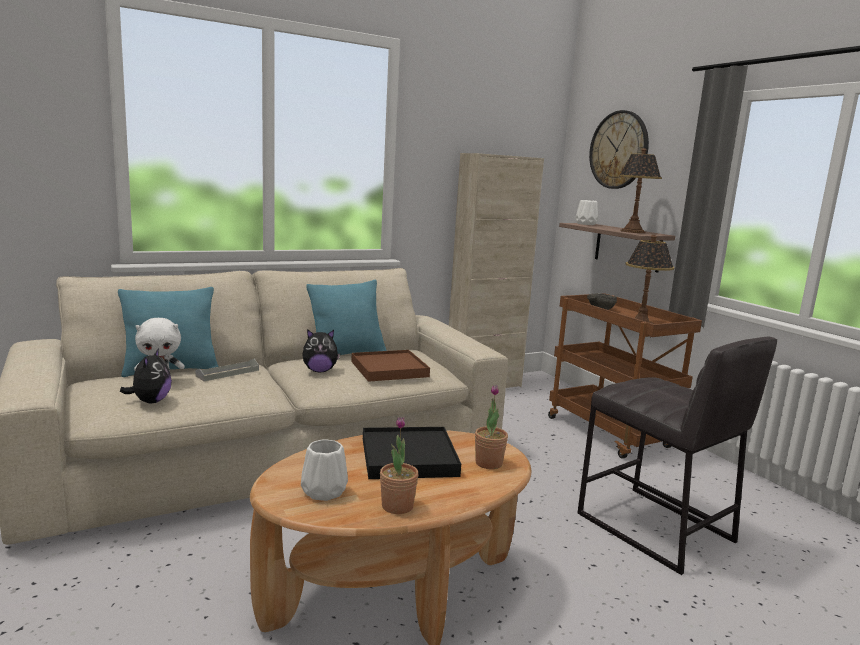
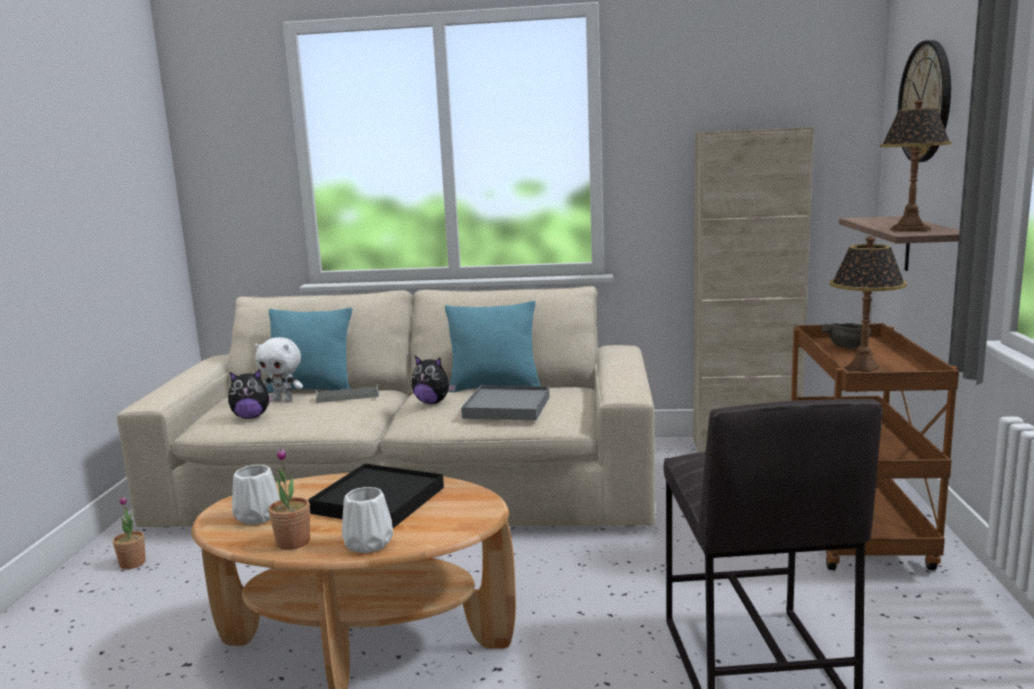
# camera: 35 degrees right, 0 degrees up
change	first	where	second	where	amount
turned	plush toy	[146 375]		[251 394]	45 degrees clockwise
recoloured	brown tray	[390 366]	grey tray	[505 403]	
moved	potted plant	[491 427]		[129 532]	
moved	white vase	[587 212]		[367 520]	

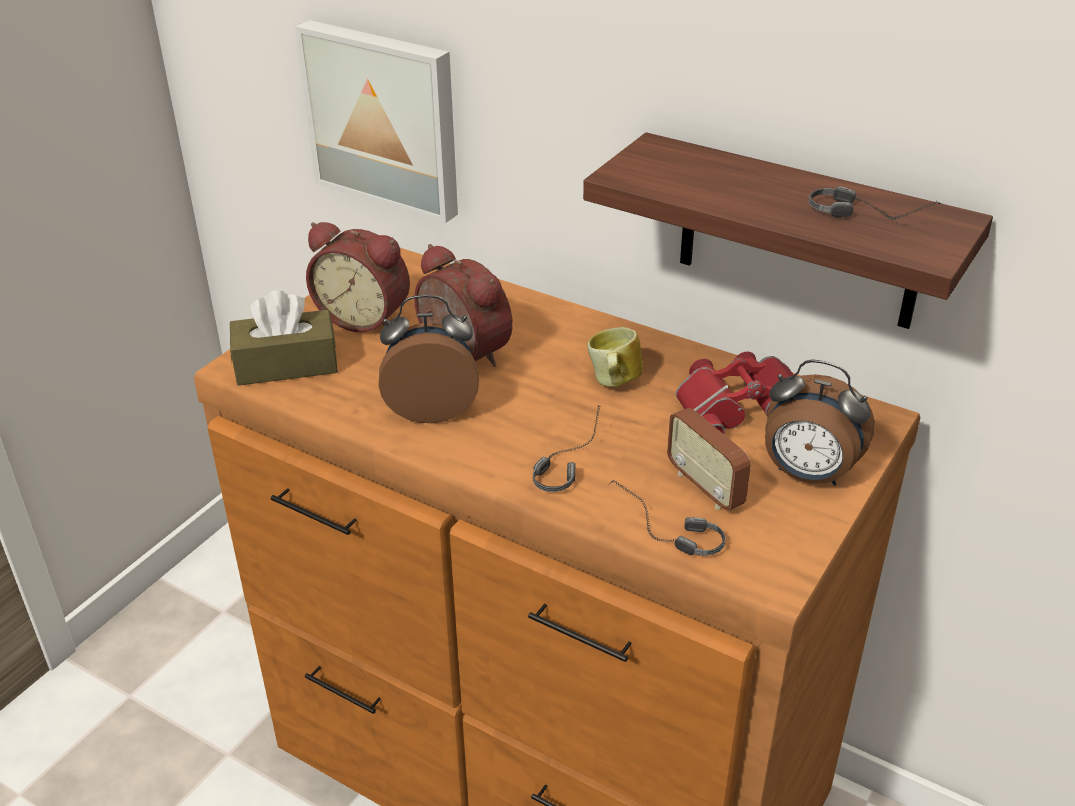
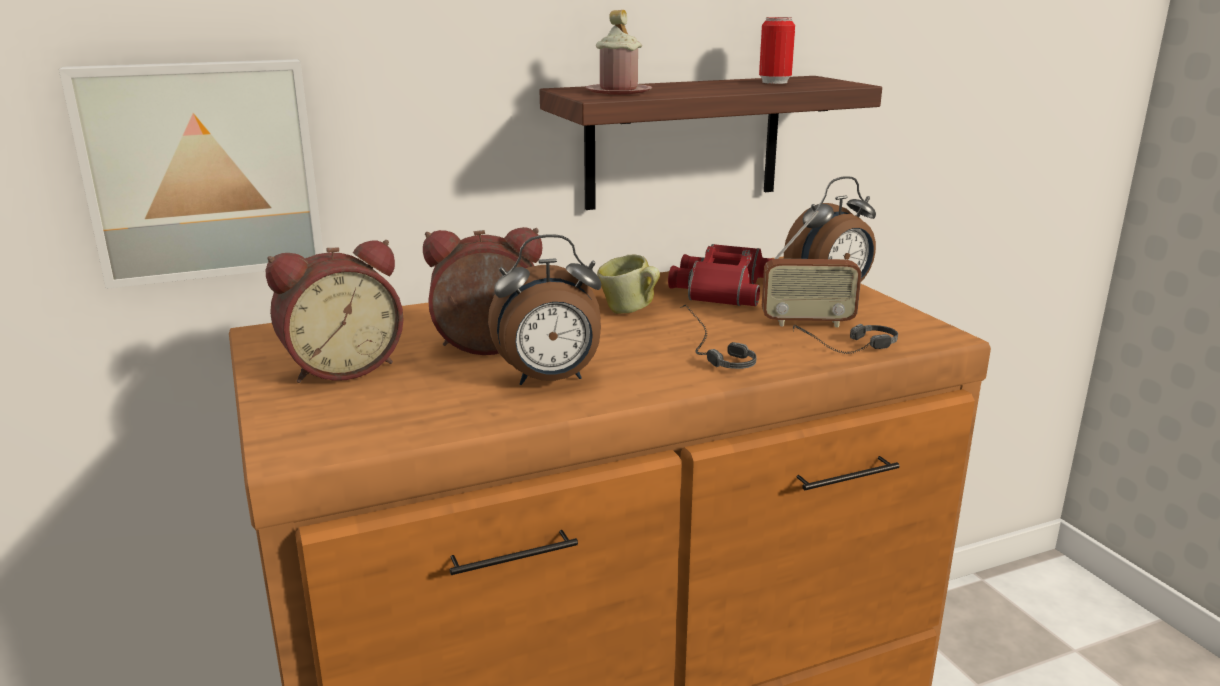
# camera: 55 degrees left, 15 degrees down
change	first	where	second	where	amount
removed	brown tissue box	[284 338]			
turned	alarm clock	[428 359]		[544 309]	135 degrees counterclockwise
replaced	headphones	[876 202]	can	[777 50]	
added			pink mug	[618 52]	

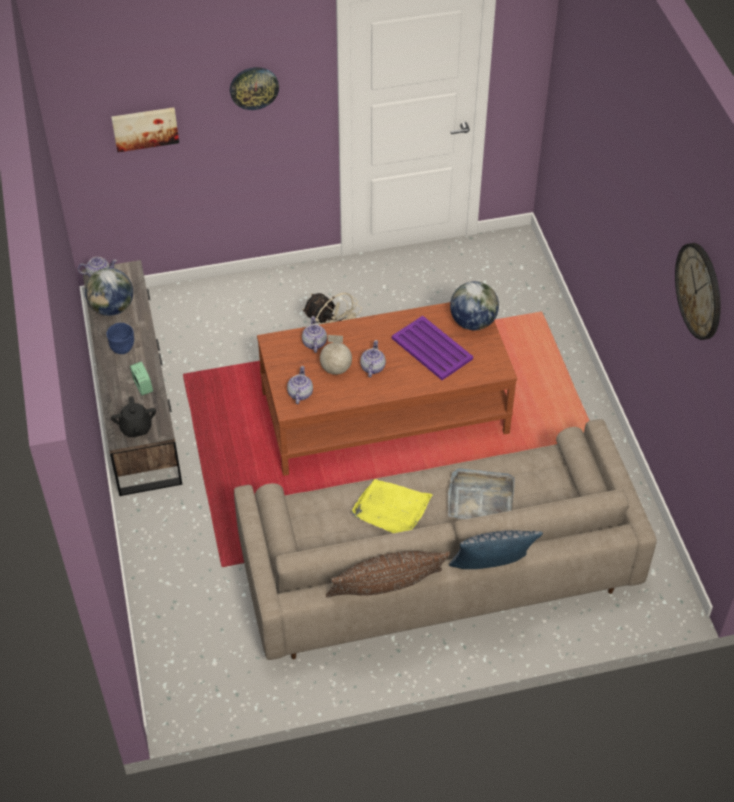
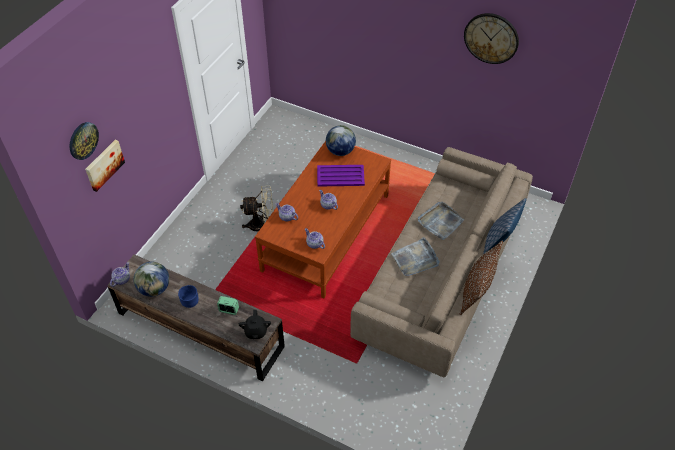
# camera: 50 degrees left, 0 degrees up
change	first	where	second	where	amount
turned	black teapot	[133 416]		[255 324]	60 degrees clockwise
moved	wall clock	[254 88]		[84 141]	
removed	globe	[336 355]			
recoloured	yellow tray	[392 506]	grey tray	[415 256]	

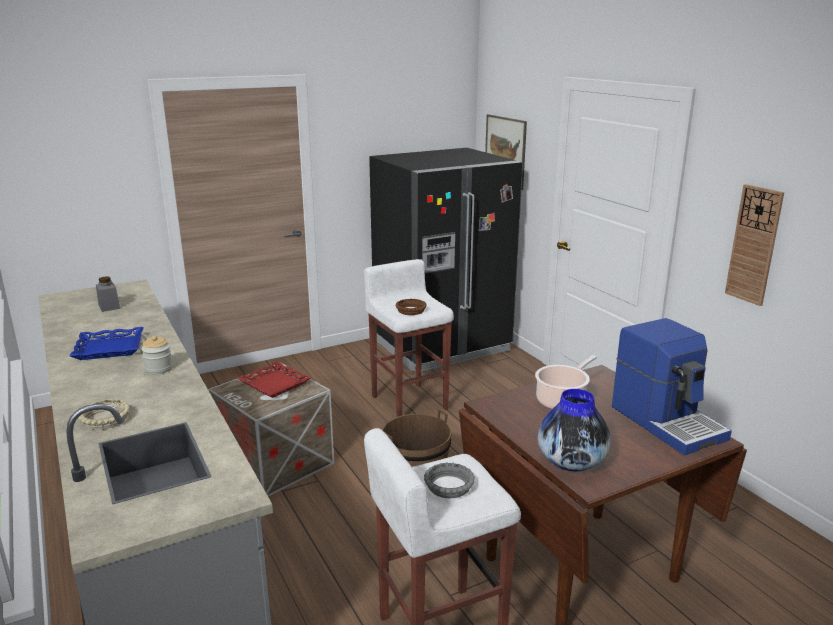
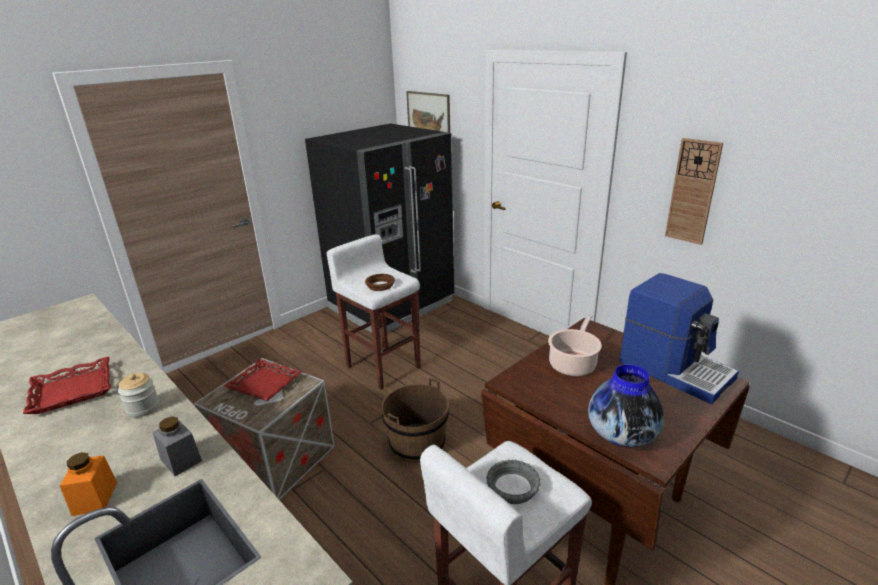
# camera: 15 degrees left, 5 degrees up
change	first	where	second	where	amount
recoloured	blue tray	[107 343]	red tray	[67 385]	
replaced	beige bowl	[104 414]	orange jar	[88 484]	
moved	grey jar	[108 294]		[177 446]	

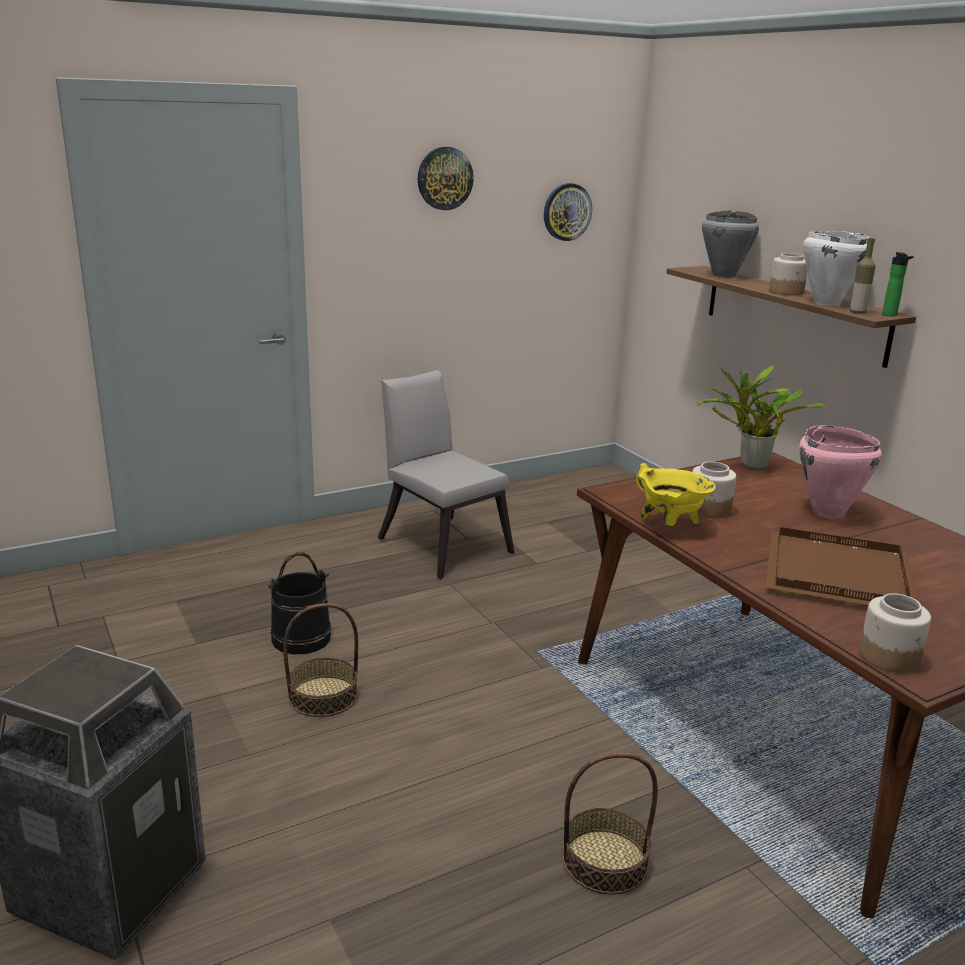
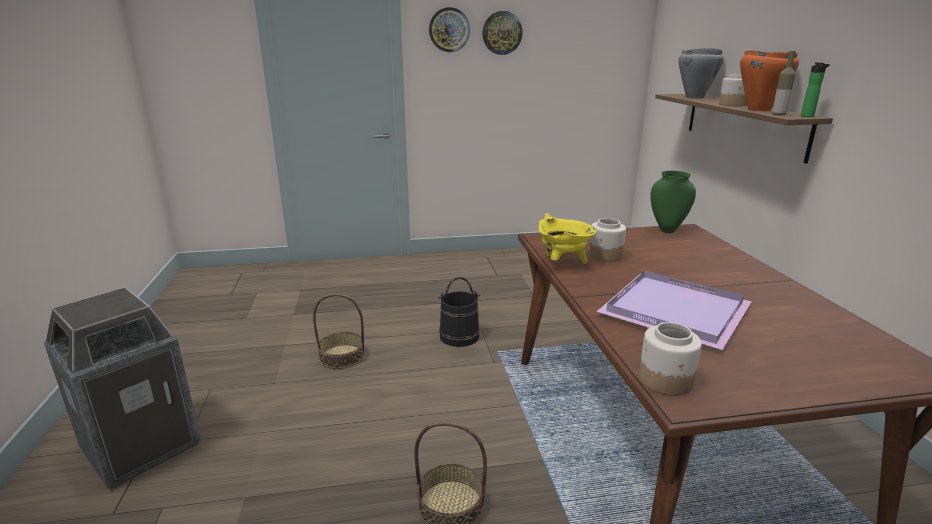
# camera: 20 degrees right, 0 degrees up
change	first	where	second	where	amount
moved	black bucket	[299 603]		[459 312]	
removed	grey chair	[446 474]			
moved	wall clock	[568 212]		[449 29]	
replaced	potted plant	[760 417]	green vase	[673 202]	
recoloured	brown tray	[841 566]	purple tray	[674 310]	
removed	pink cooking pot	[840 472]			
recoloured	white cooking pot	[836 268]	orange cooking pot	[769 80]	

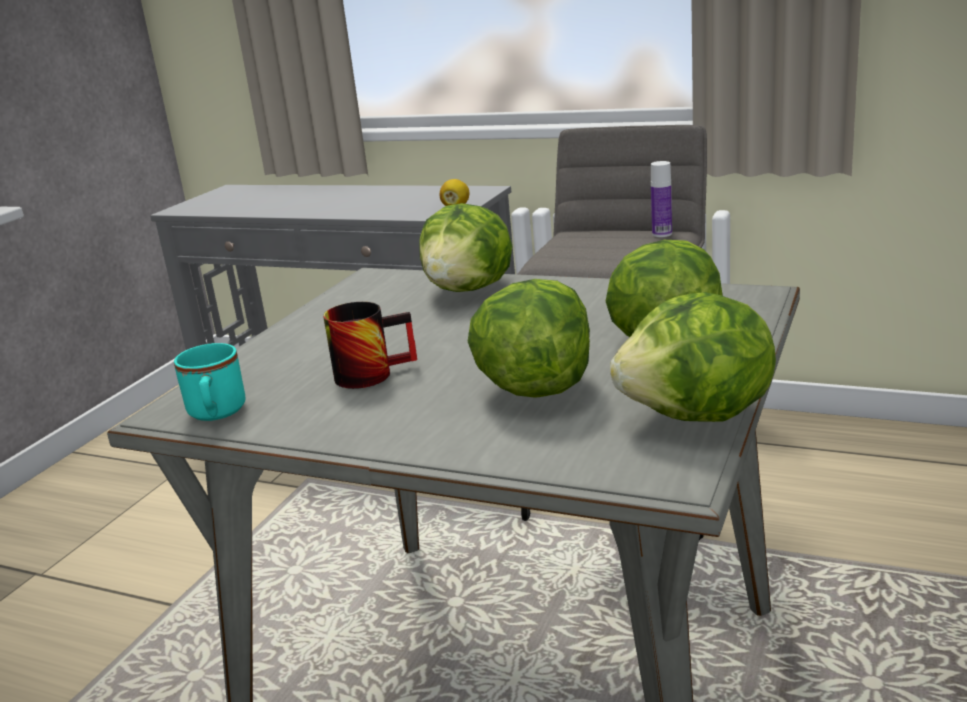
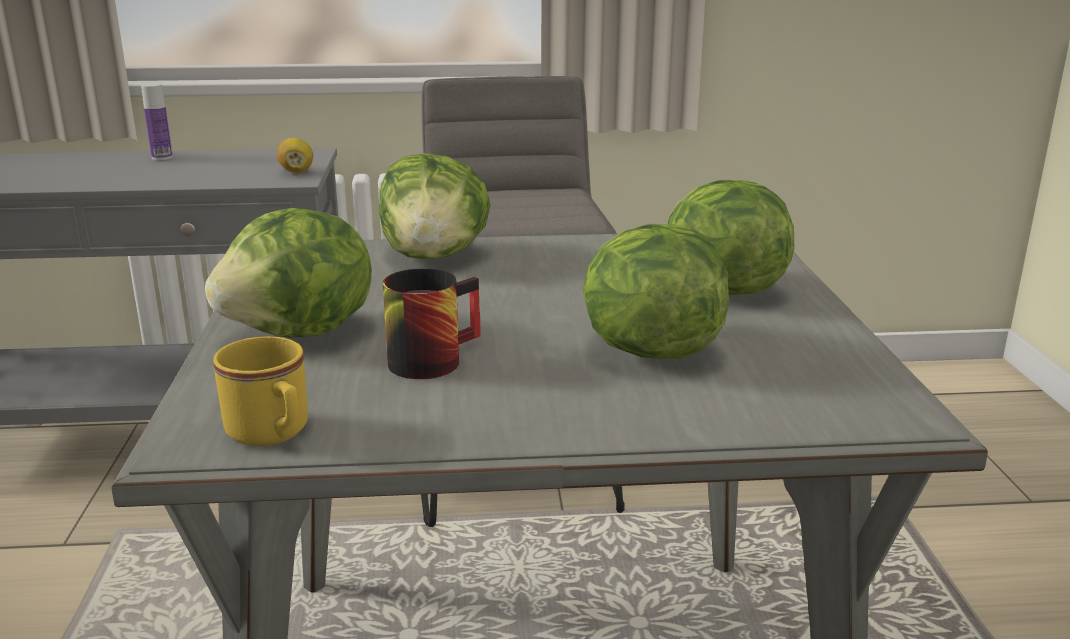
# camera: 30 degrees left, 0 degrees up
change	first	where	second	where	amount
recoloured	turquoise mug	[209 382]	yellow mug	[260 391]	
moved	lettuce	[693 357]		[288 273]	
moved	bottle	[661 199]		[157 121]	

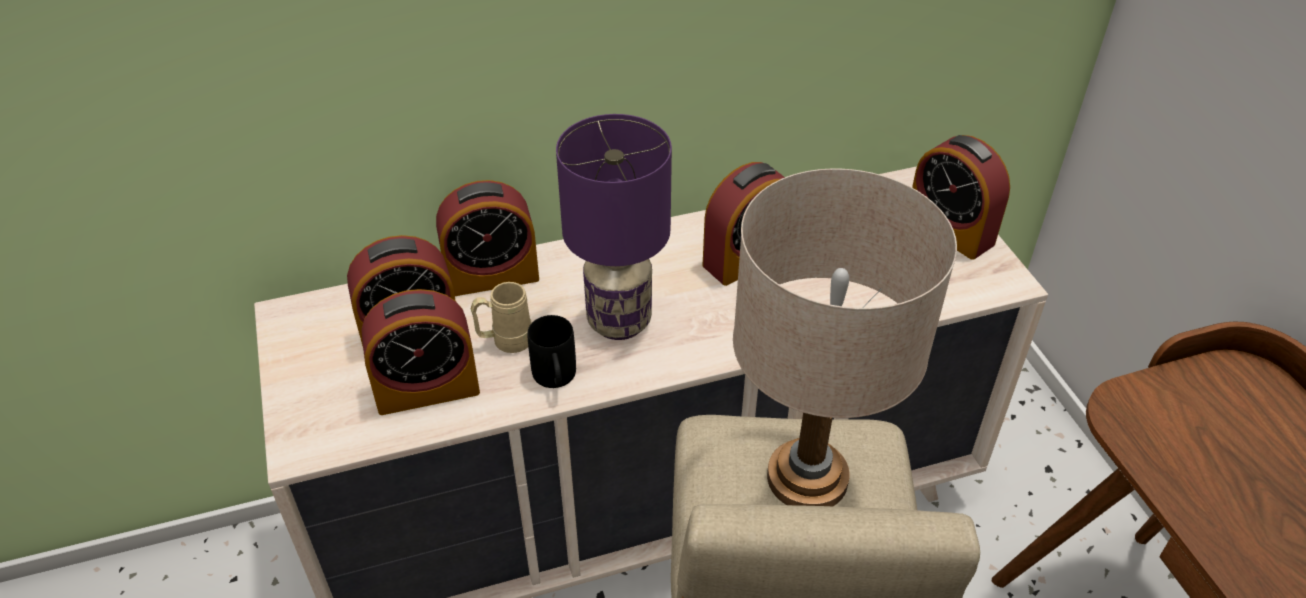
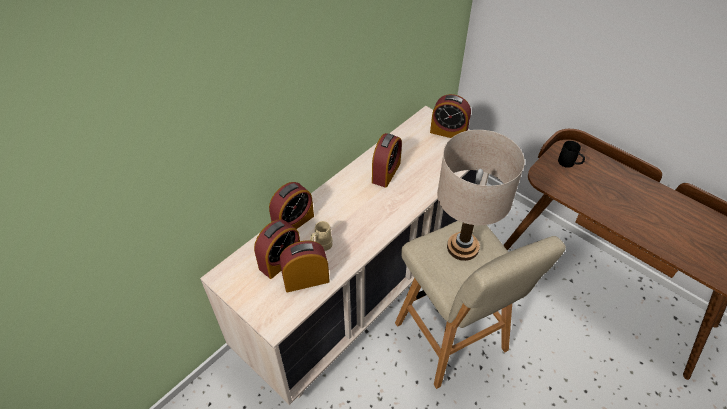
# camera: 30 degrees left, 5 degrees up
change	first	where	second	where	amount
turned	alarm clock	[420 352]		[305 266]	150 degrees counterclockwise
moved	black mug	[551 351]		[571 154]	
removed	purple table lamp	[614 227]			

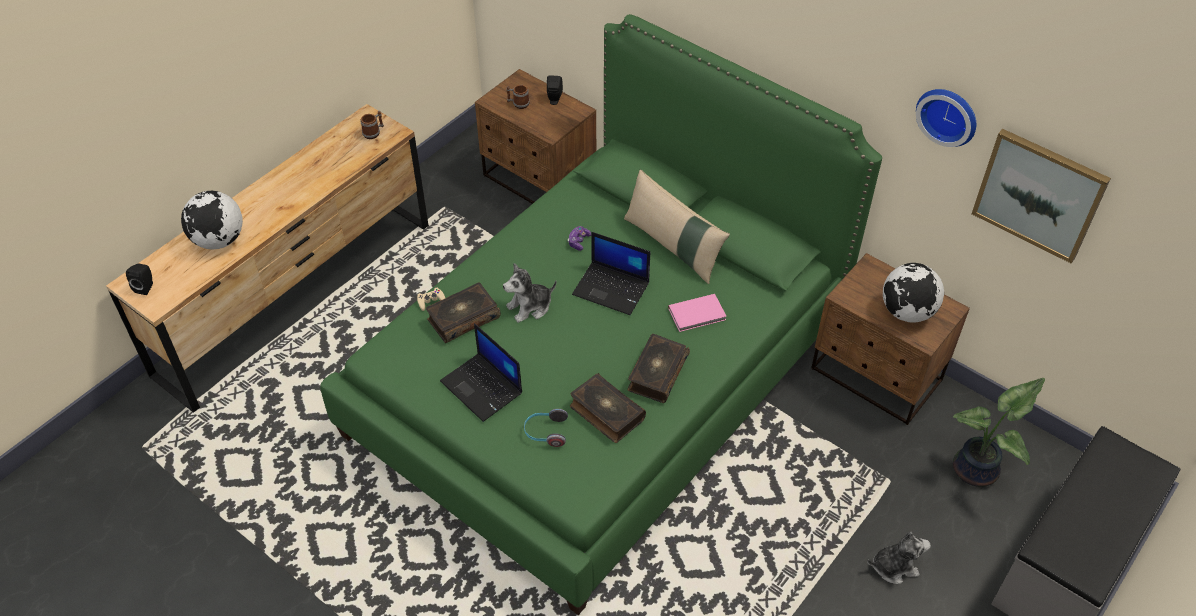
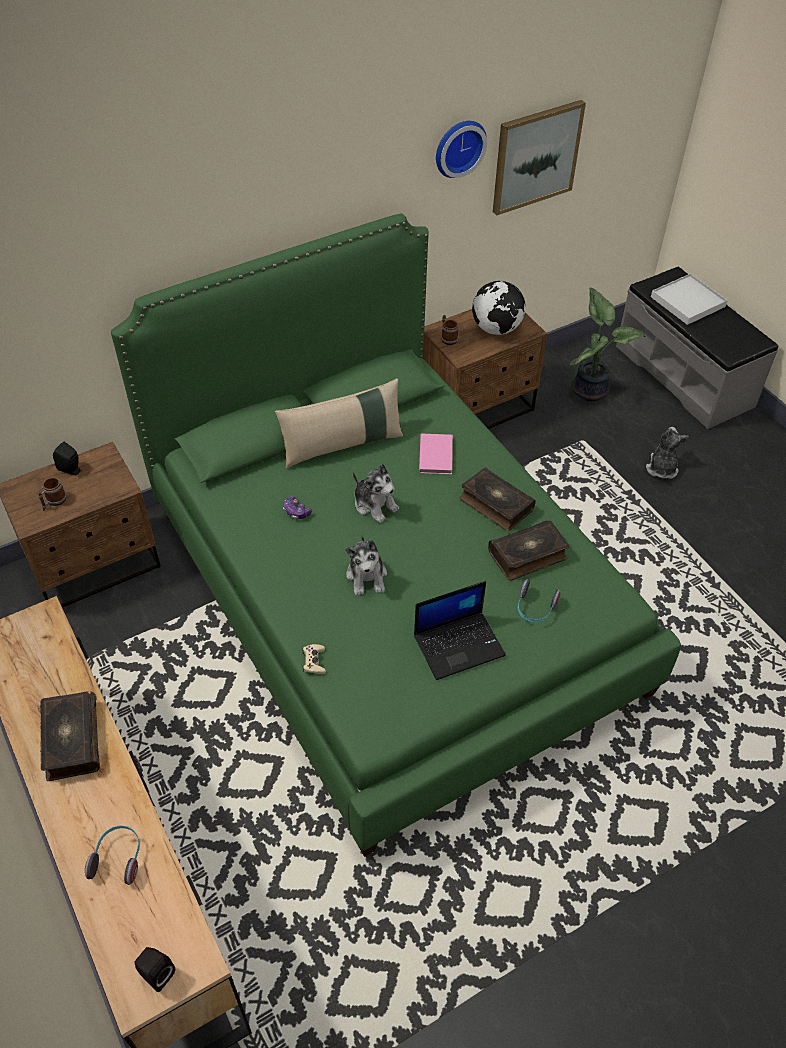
# camera: 70 degrees left, 0 degrees up
change	first	where	second	where	amount
replaced	globe	[212 220]	headphones	[112 855]	
moved	mug	[372 125]		[450 330]	
moved	book	[463 312]		[70 736]	
replaced	laptop	[611 273]	plush toy	[376 493]	
added			white tray	[689 299]	

